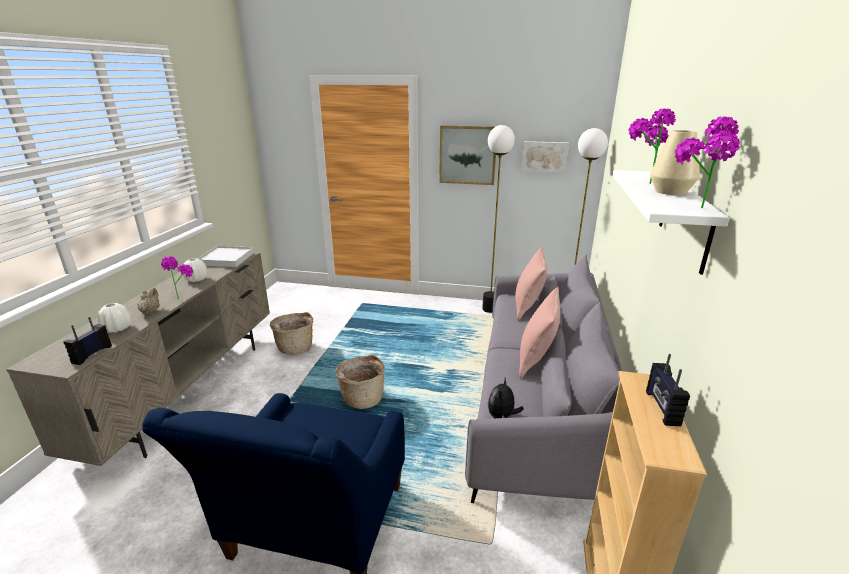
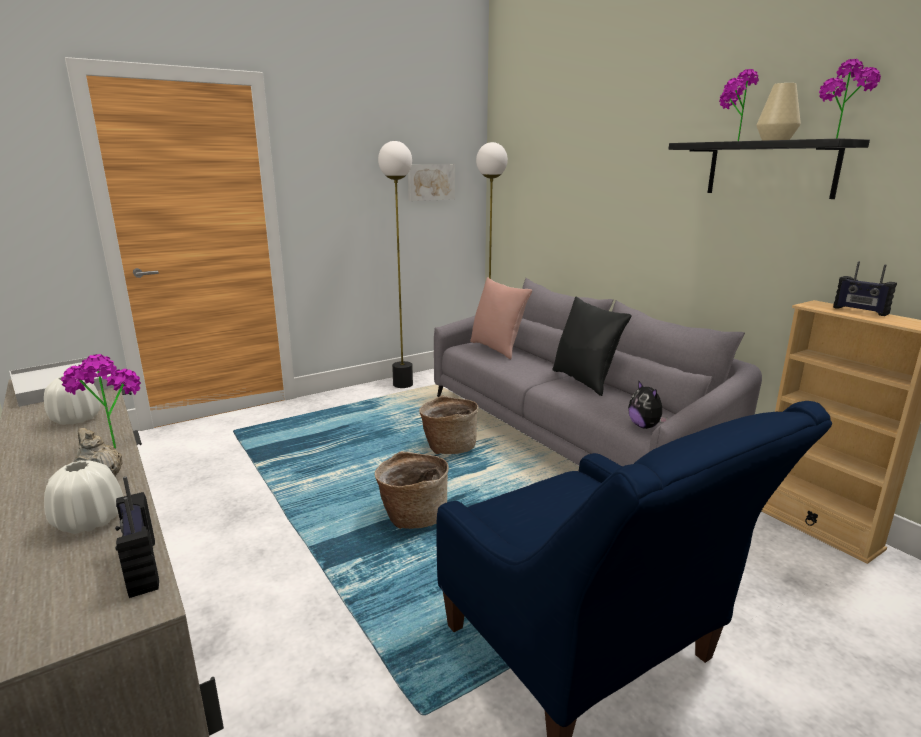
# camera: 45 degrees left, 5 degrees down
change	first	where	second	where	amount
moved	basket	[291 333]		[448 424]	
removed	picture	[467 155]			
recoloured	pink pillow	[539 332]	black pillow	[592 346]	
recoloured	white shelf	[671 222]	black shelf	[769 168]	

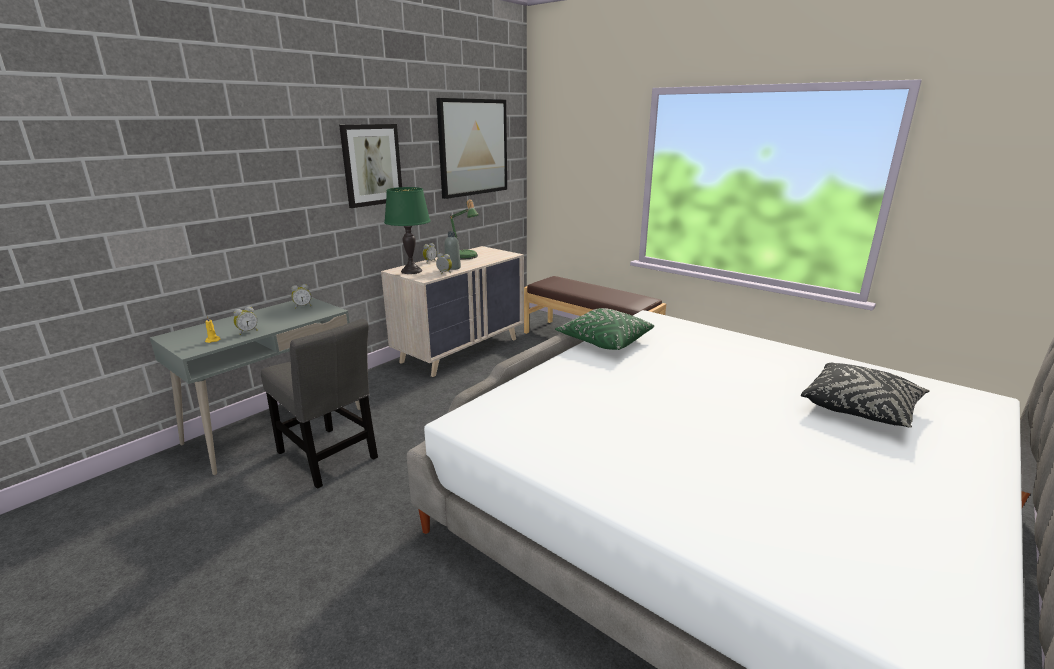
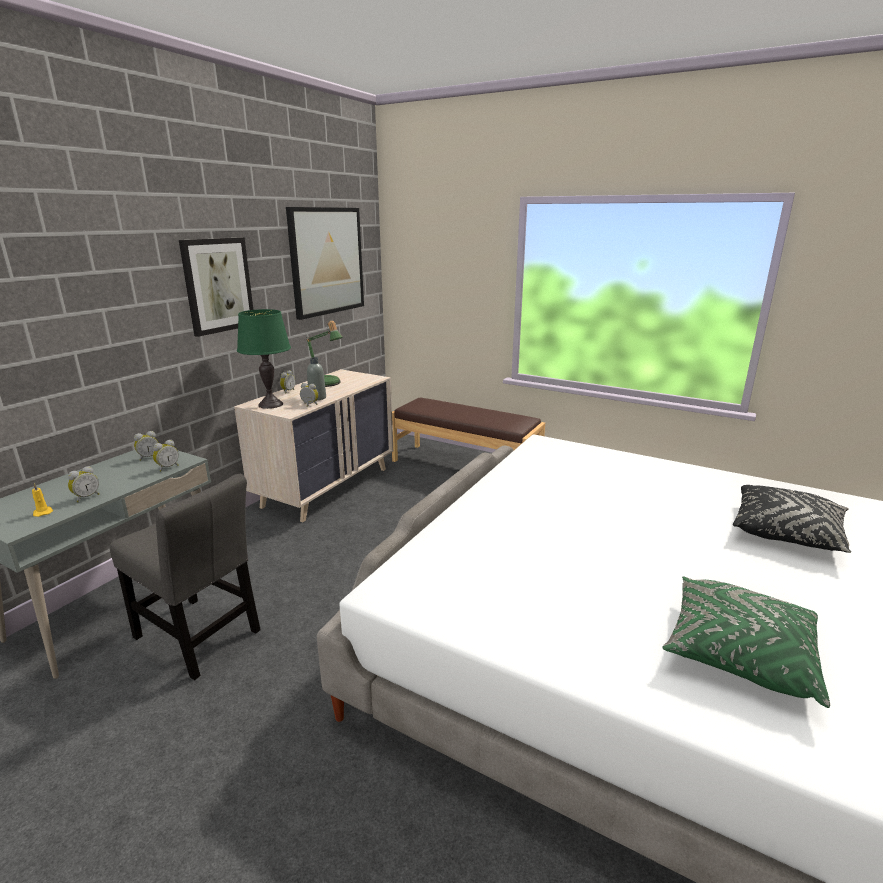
# camera: 10 degrees left, 0 degrees up
change	first	where	second	where	amount
moved	green pillow	[604 329]		[746 642]	
added			alarm clock	[166 456]	

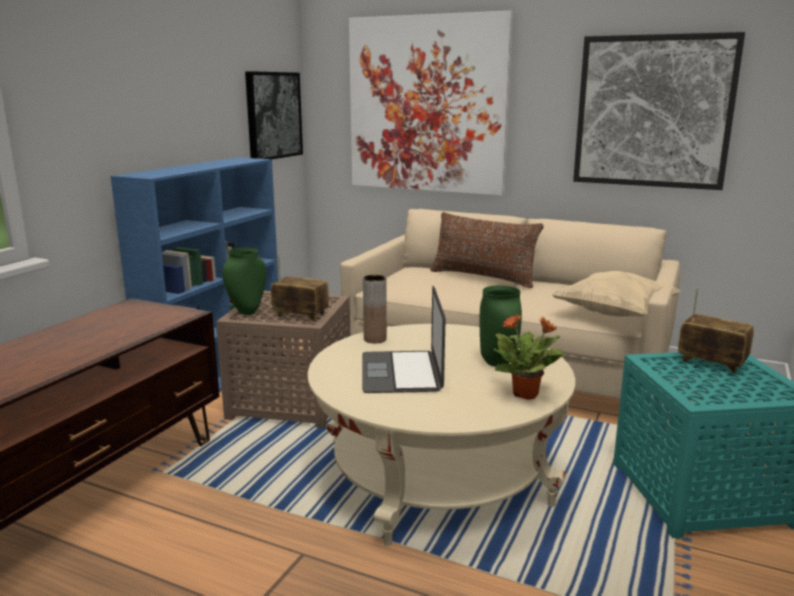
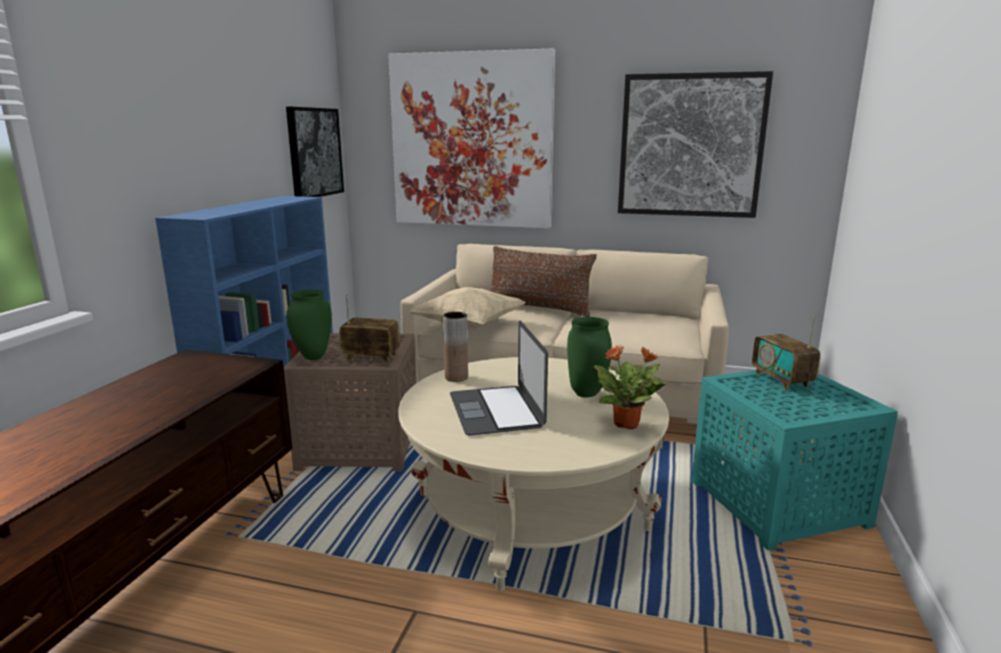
# camera: 10 degrees left, 0 degrees up
change	first	where	second	where	amount
moved	beige pillow	[616 294]		[467 307]	
turned	radio	[716 330]		[786 352]	135 degrees counterclockwise

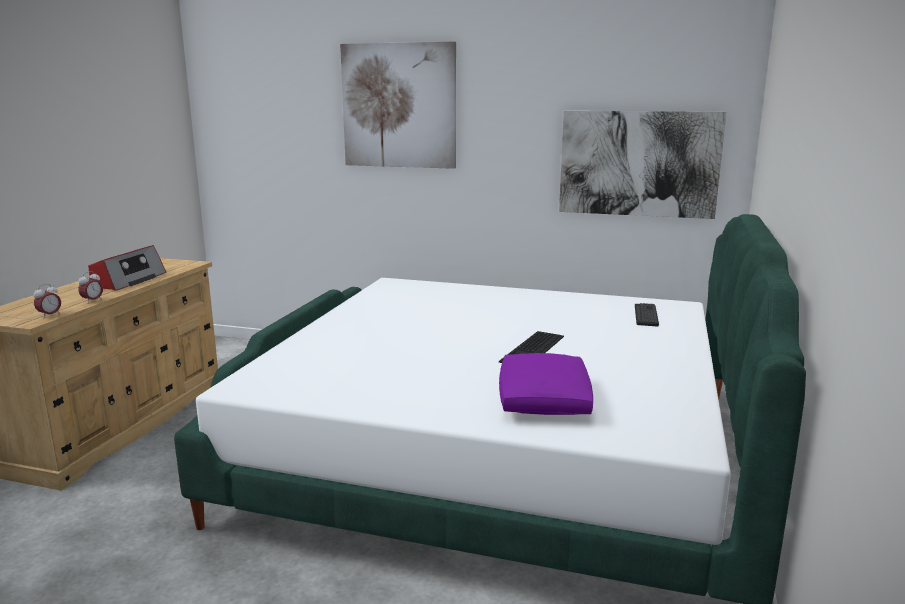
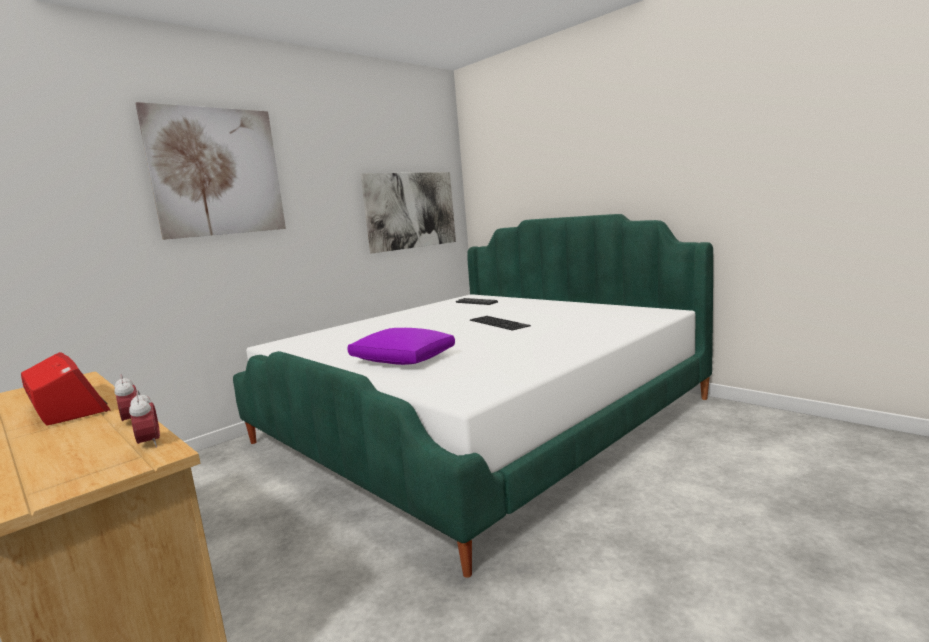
# camera: 60 degrees left, 5 degrees down
change	first	where	second	where	amount
moved	purple pillow	[546 384]		[401 346]	

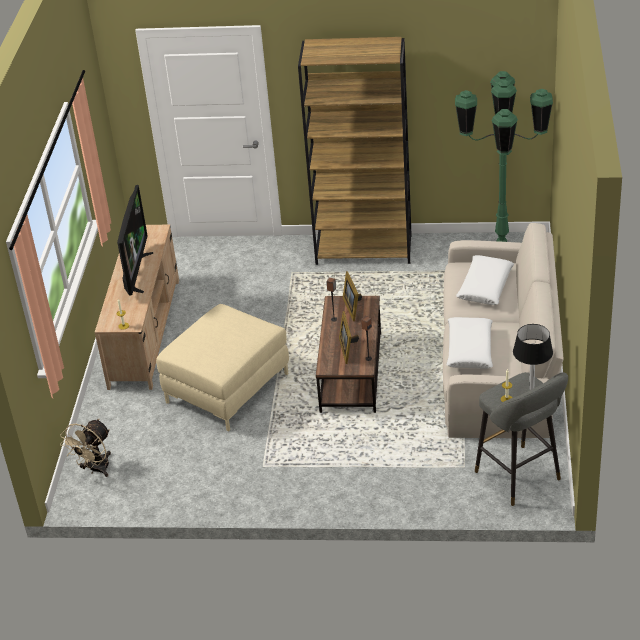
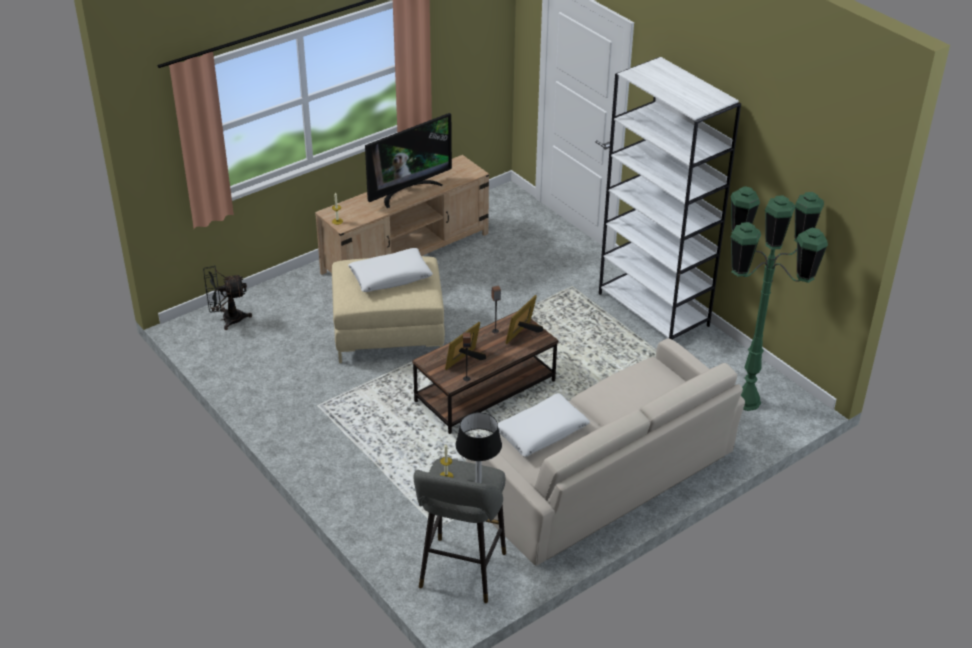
# camera: 45 degrees right, 0 degrees up
change	first	where	second	where	amount
recoloured	beige fan	[85 448]	black fan	[227 297]	
recoloured	brown bookcase	[355 151]	white bookcase	[670 198]	
moved	white pillow	[485 280]		[390 270]	

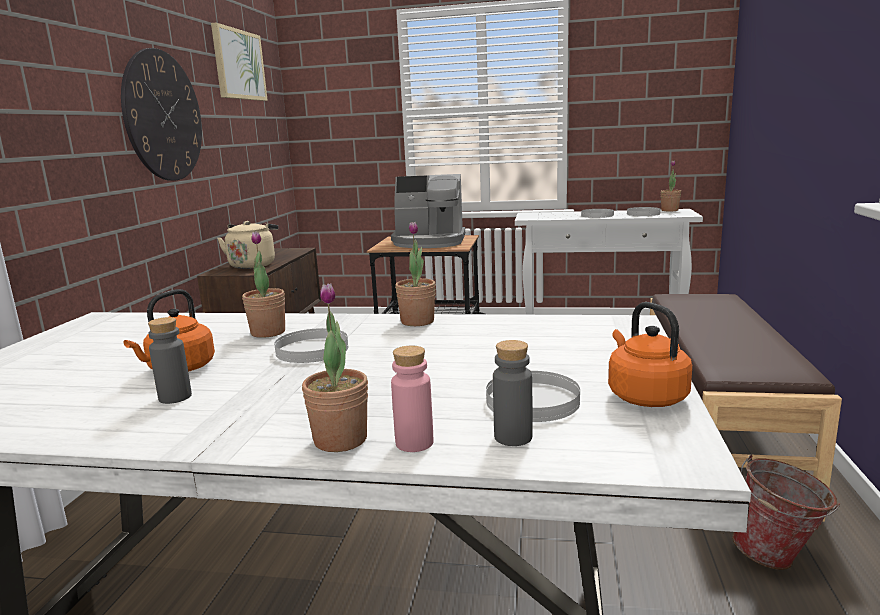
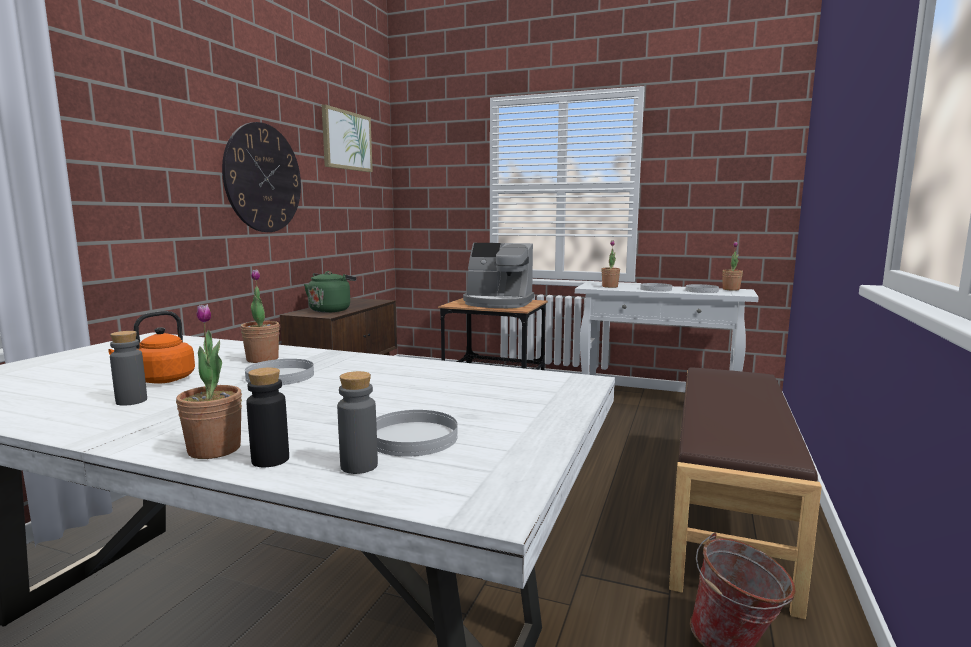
# camera: 10 degrees right, 5 degrees down
change	first	where	second	where	amount
recoloured	beige kettle	[247 245]	green kettle	[330 292]	
recoloured	pink bottle	[412 399]	black bottle	[267 417]	
moved	potted plant	[415 274]		[610 264]	
removed	orange kettle	[650 354]			

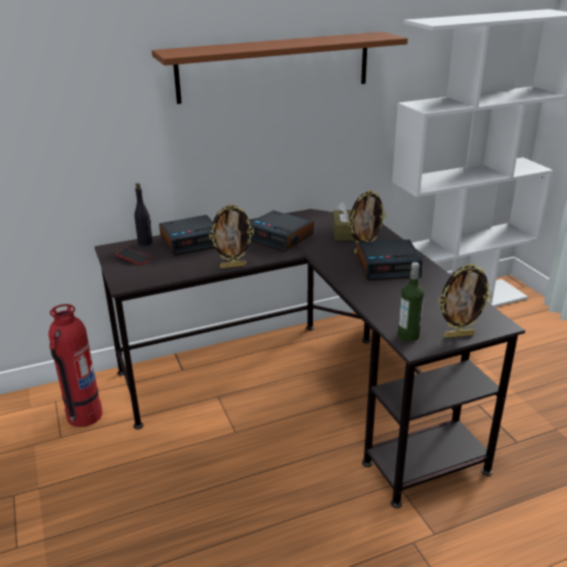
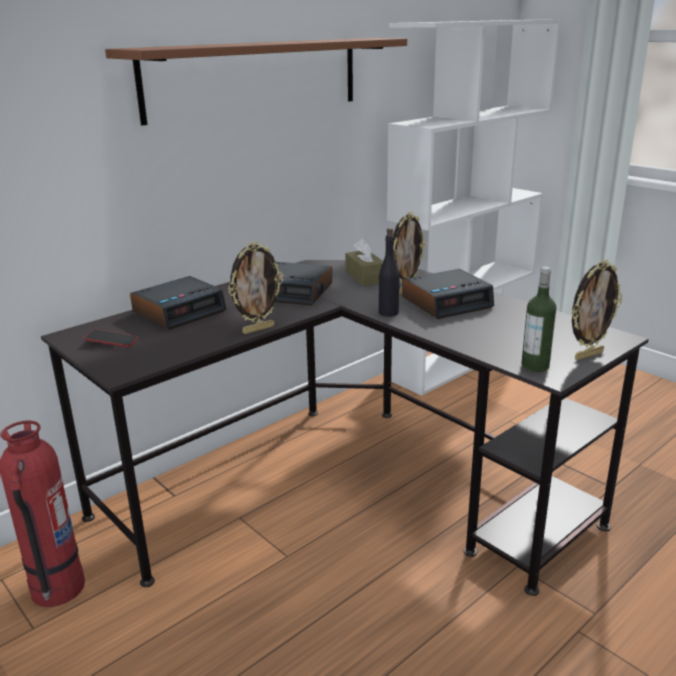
# camera: 20 degrees left, 5 degrees down
change	first	where	second	where	amount
moved	black bottle	[143 214]		[389 272]	

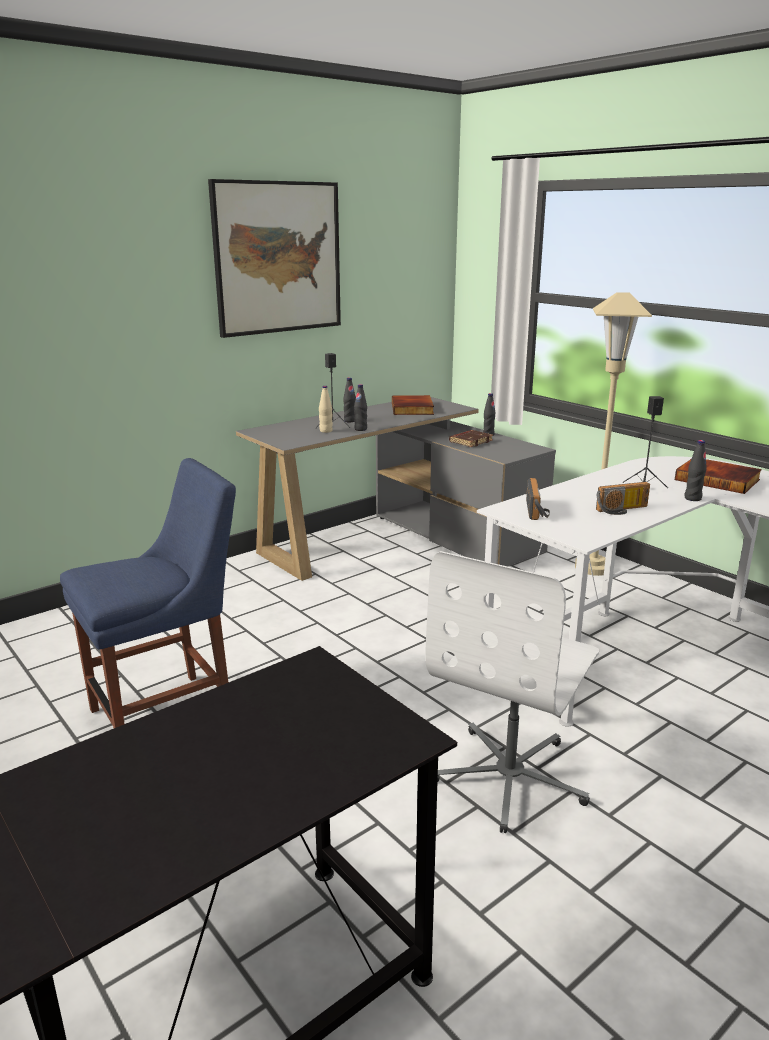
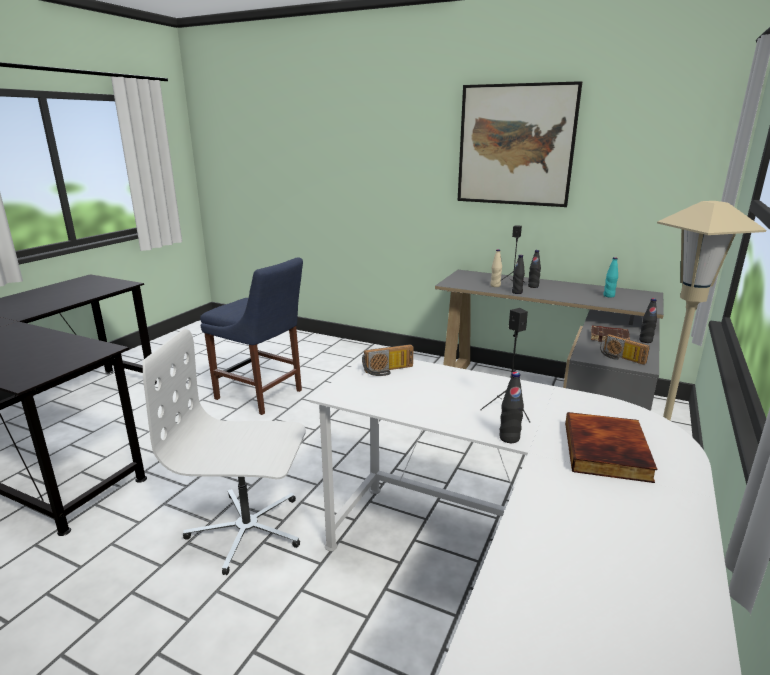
# camera: 65 degrees right, 0 degrees up
change	first	where	second	where	amount
replaced	book	[413 405]	turquoise bottle	[610 277]	
moved	radio	[623 498]		[625 349]	

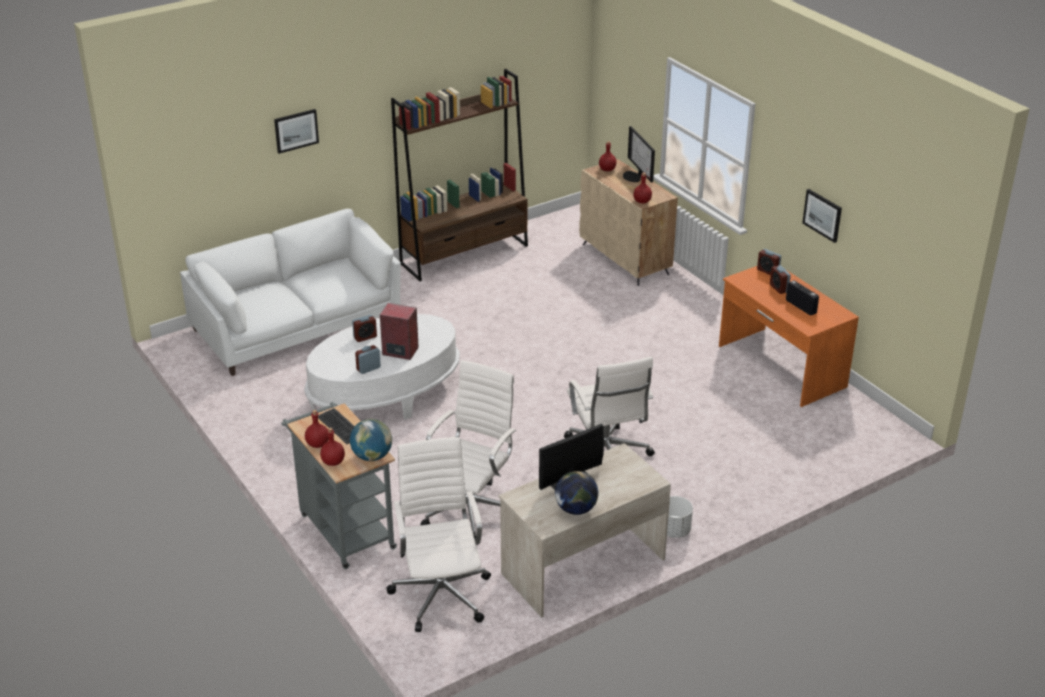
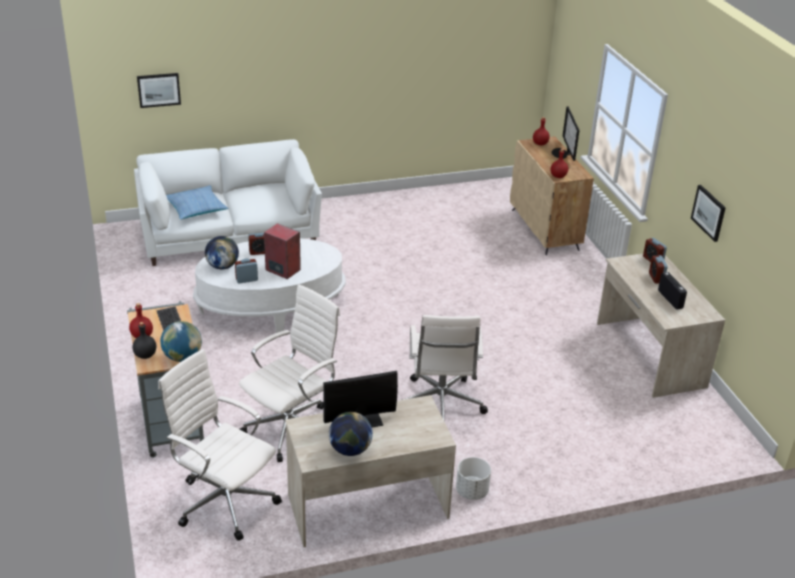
# camera: 15 degrees right, 0 degrees up
change	first	where	second	where	amount
moved	picture	[296 131]		[159 90]	
recoloured	red bottle	[332 447]	black bottle	[144 340]	
turned	white office chair	[438 534]		[220 445]	60 degrees counterclockwise
removed	brown bookcase	[459 175]			
recoloured	orange desk	[789 336]	beige desk	[661 326]	
added			pillow	[197 202]	
added			globe	[222 252]	

